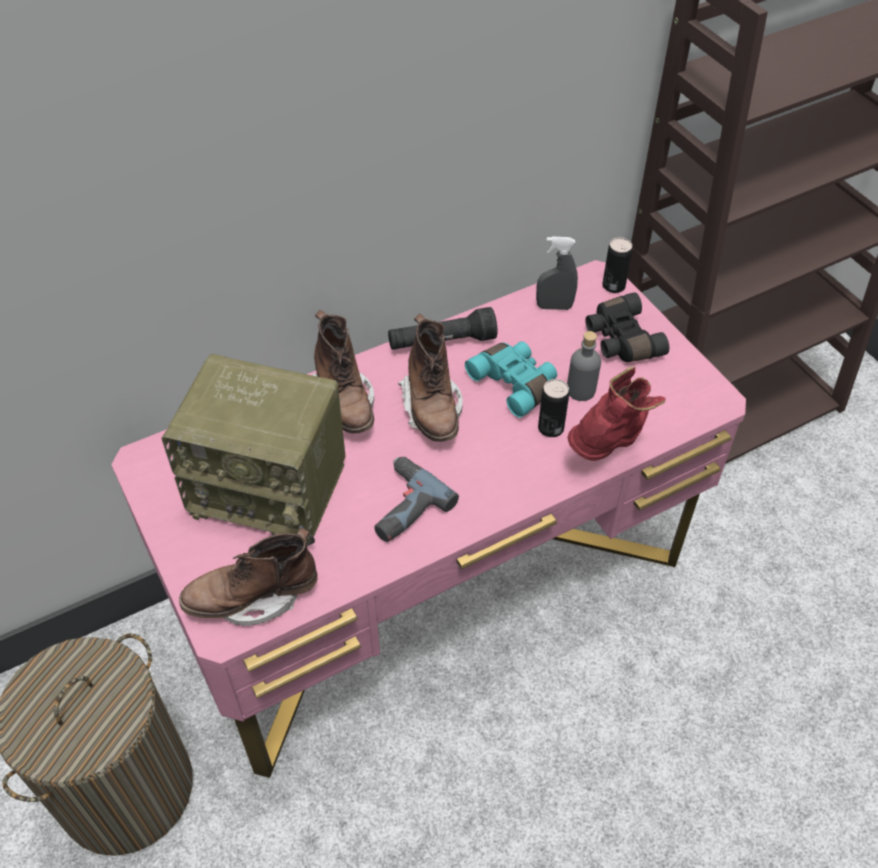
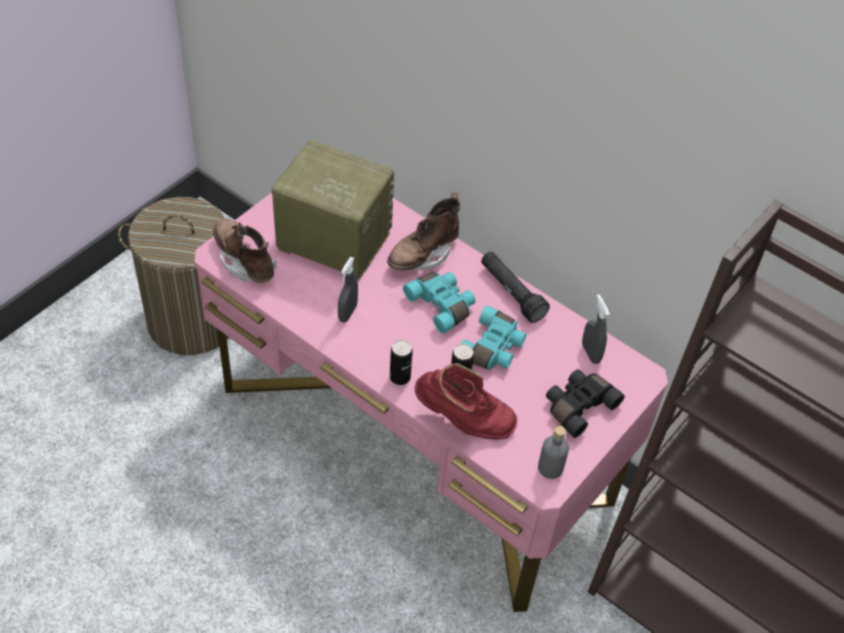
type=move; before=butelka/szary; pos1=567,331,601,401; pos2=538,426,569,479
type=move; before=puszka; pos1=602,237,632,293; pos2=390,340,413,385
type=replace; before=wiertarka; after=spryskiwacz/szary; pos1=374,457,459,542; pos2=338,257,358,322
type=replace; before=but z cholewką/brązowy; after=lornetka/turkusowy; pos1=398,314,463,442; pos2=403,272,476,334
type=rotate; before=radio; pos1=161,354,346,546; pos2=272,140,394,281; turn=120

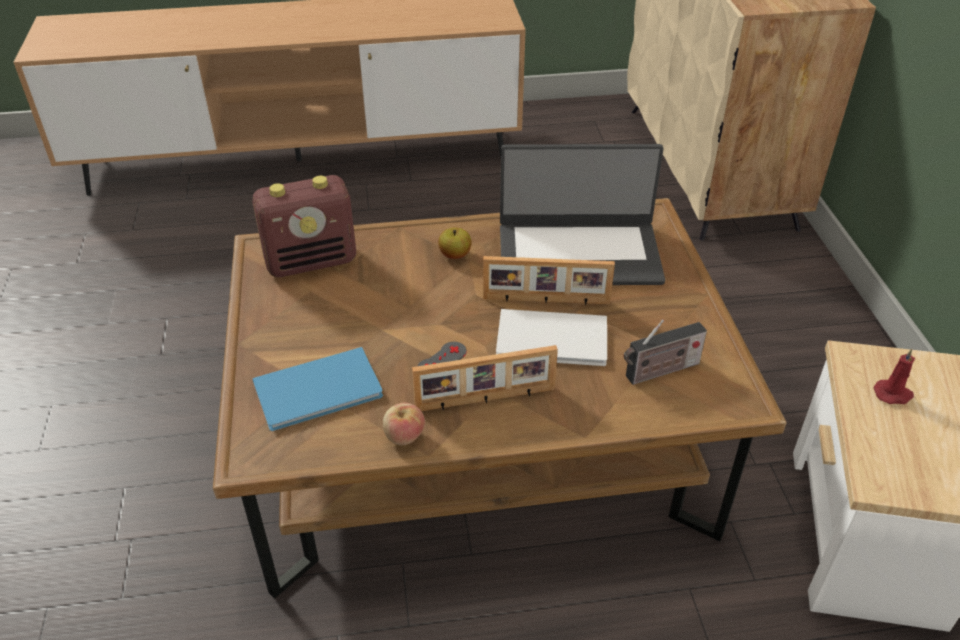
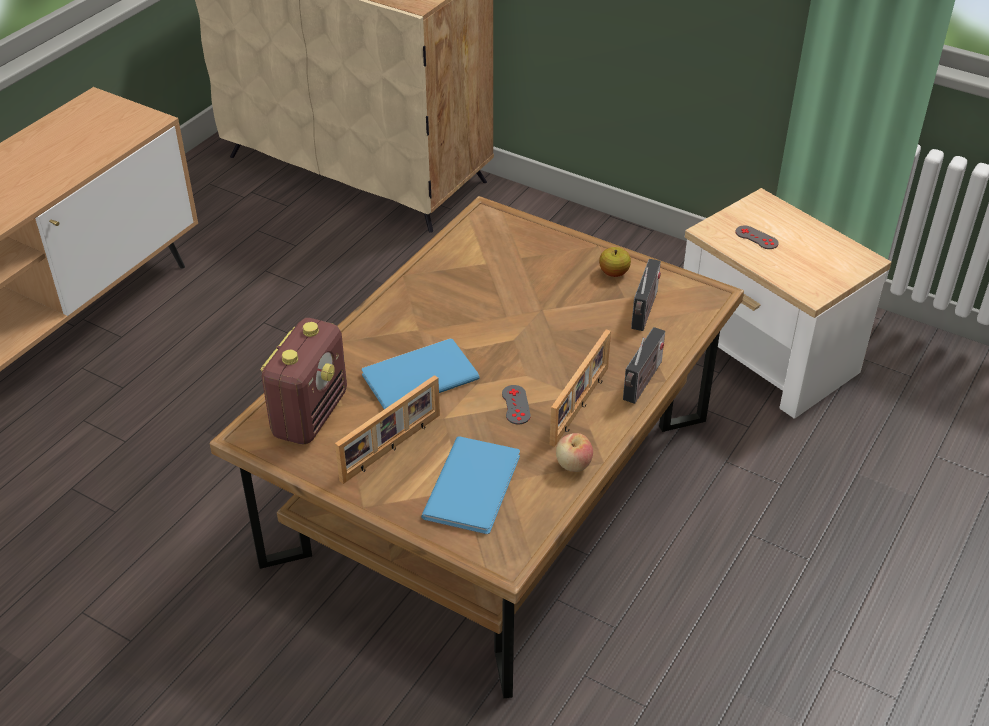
type=delete; before=książka/biały; pos1=496,309,607,366
type=delete; before=laptop; pos1=500,144,665,285
type=insert; after=książka/niebieski; pos2=361,338,480,409
type=insert; after=radio; pos2=623,327,665,404
type=move; before=jabłko; pos1=438,227,472,259; pos2=599,247,631,277
type=move; before=ramka na zdjęcie; pos1=483,256,615,305; pos2=335,375,440,484
type=replace; before=świeca/czerwony; after=pad do gier/szary; pos1=873,349,915,404; pos2=735,225,779,249

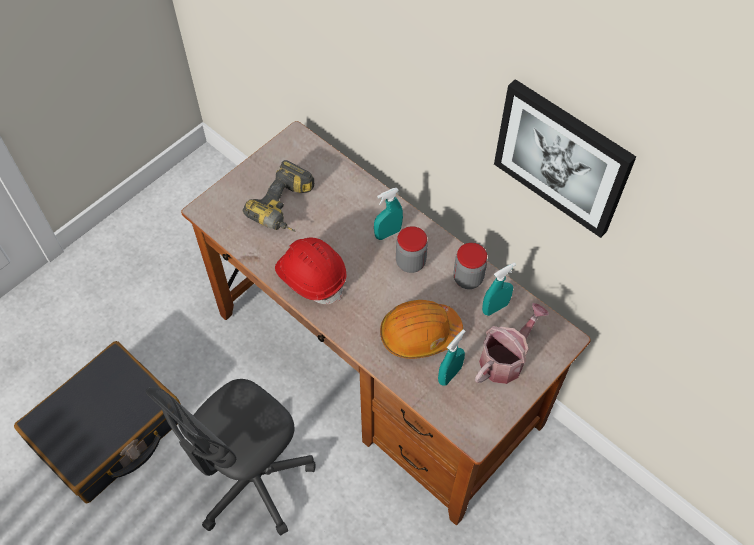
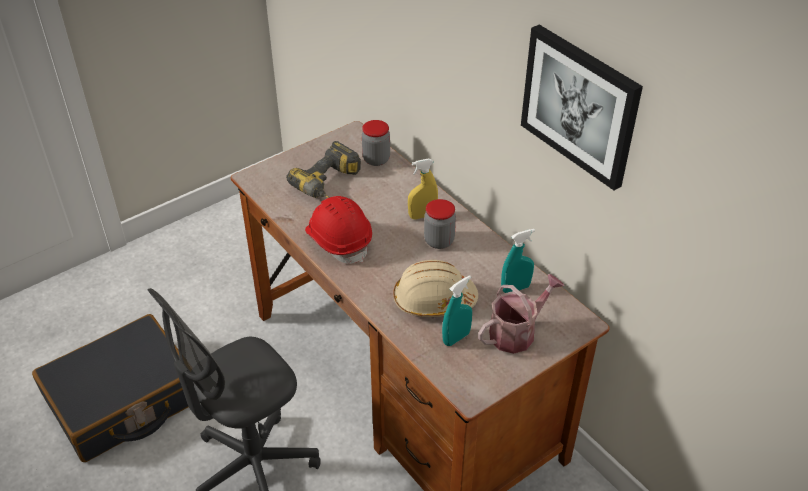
type=move; before=słoik; pos1=453,243,487,289; pos2=362,120,390,166
type=recolor; before=spryskiwacz/turkusowy; after=spryskiwacz/żółty; pos1=374,188,403,240; pos2=408,159,438,220
type=recolor; before=kask/pomarańczowy; after=kask/beżowy; pos1=380,300,463,359; pos2=393,260,478,317

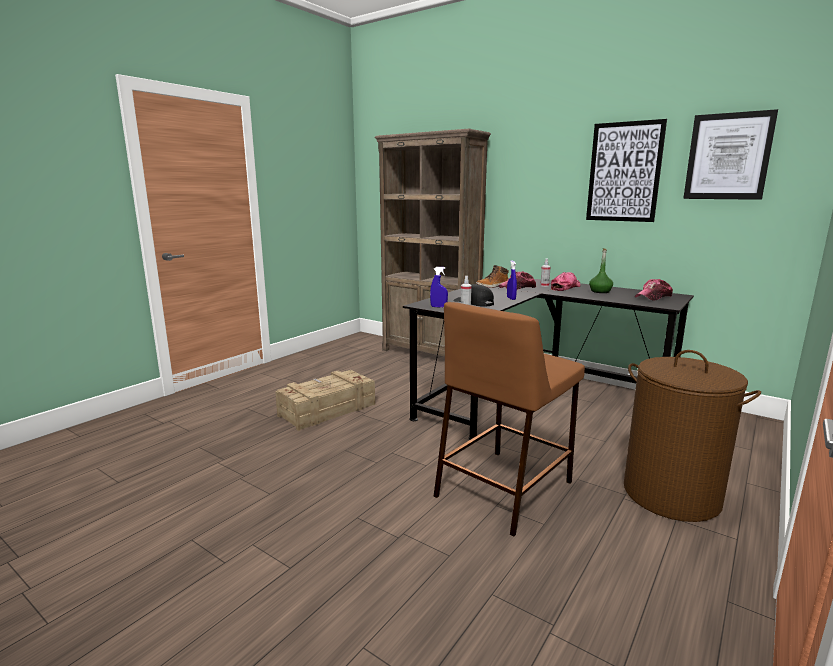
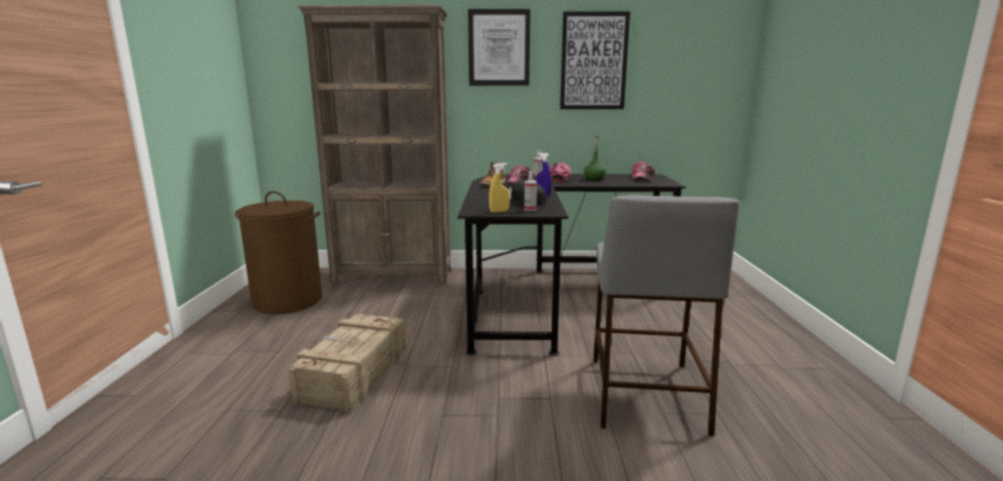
type=move; before=kosz na pranie/brązowy; pos1=624,350,761,522; pos2=235,191,322,314
type=move; before=obraz; pos1=683,109,778,200; pos2=468,9,530,86
type=recolor; before=spryskiwacz/niebieski; after=spryskiwacz/żółty; pos1=430,267,448,308; pos2=489,163,510,213
type=recolor; before=stołek/brązowy; after=stołek/szary; pos1=434,302,585,537; pos2=593,195,739,436

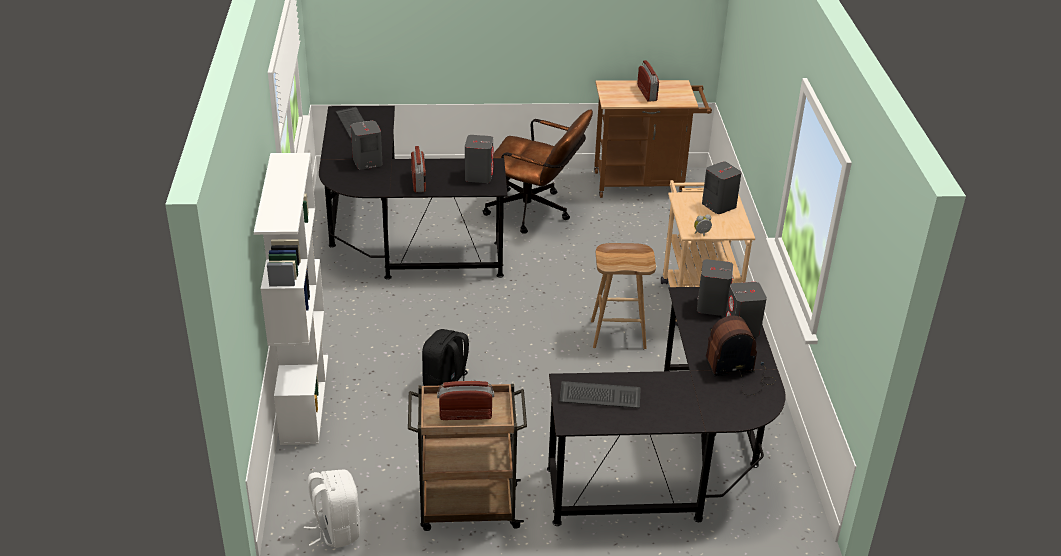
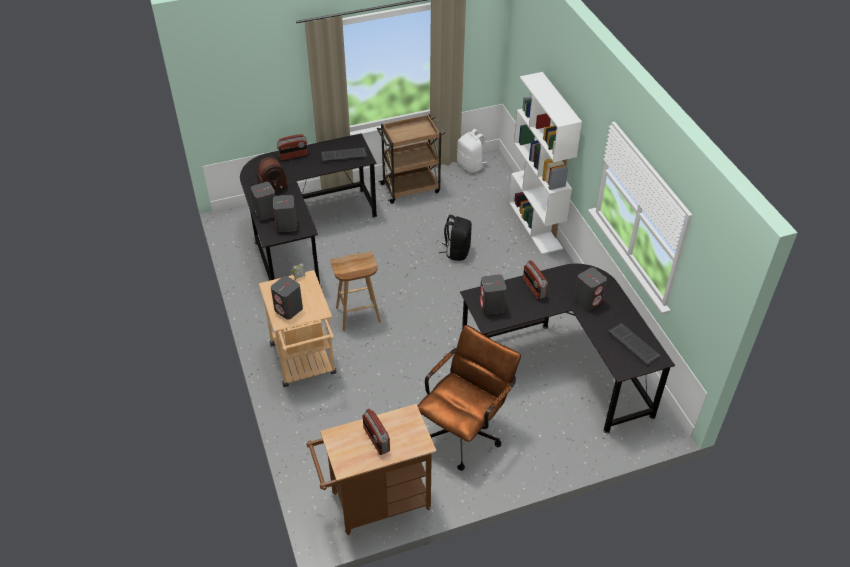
type=move; before=radio; pos1=437,381,494,420; pos2=277,134,308,160
type=rotate; before=krzesło biurowe/brązowy; pos1=482,109,593,234; pos2=418,325,521,471; turn=120

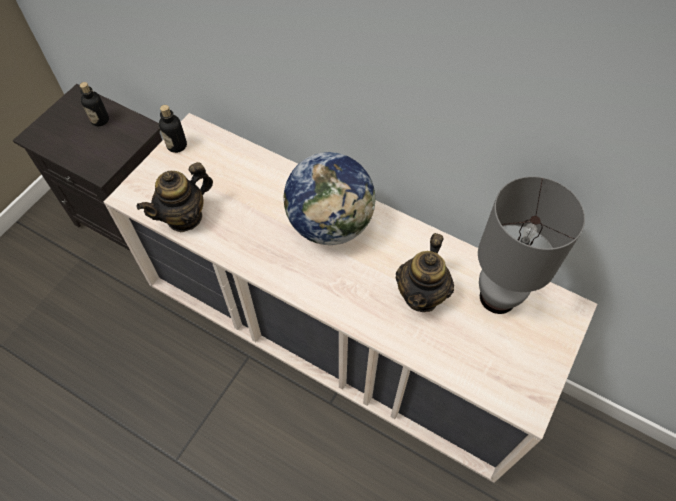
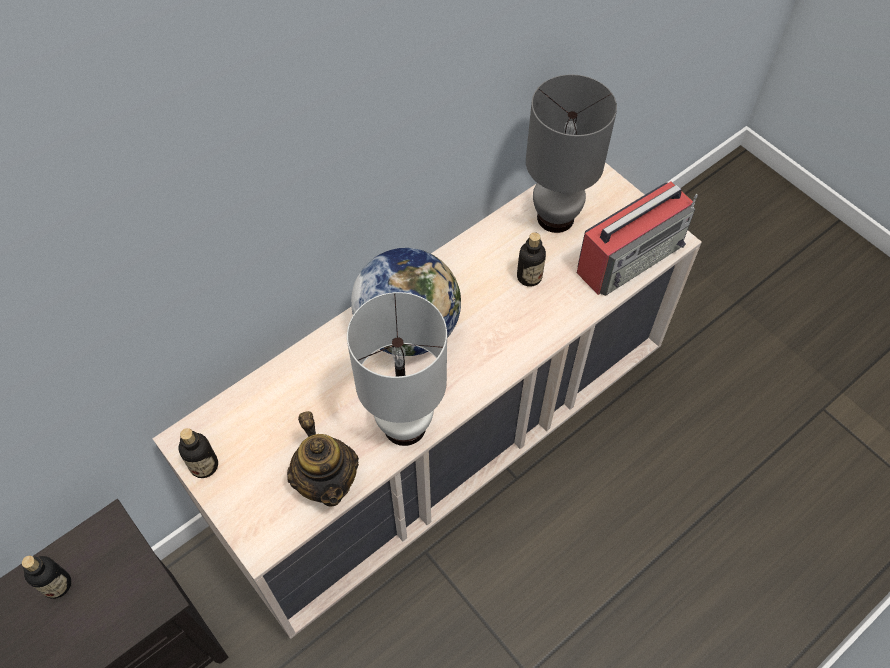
type=insert; after=lampa stołowa/biały; pos2=347,292,447,446
type=insert; after=radio; pos2=577,182,698,296
type=replace; before=imbryk; after=butelka; pos1=396,233,454,312; pos2=517,232,546,287

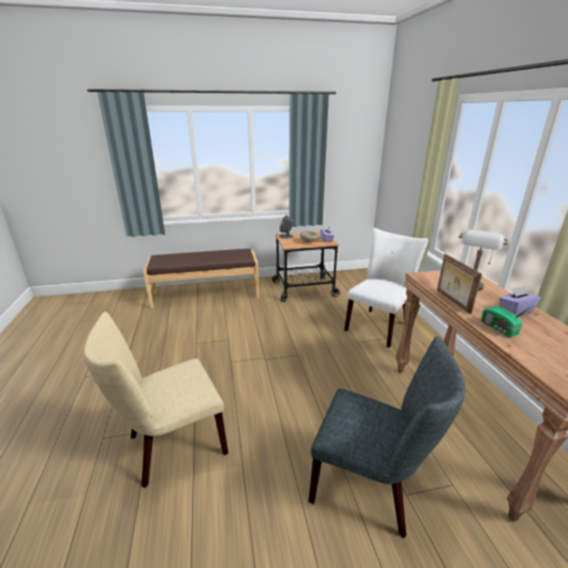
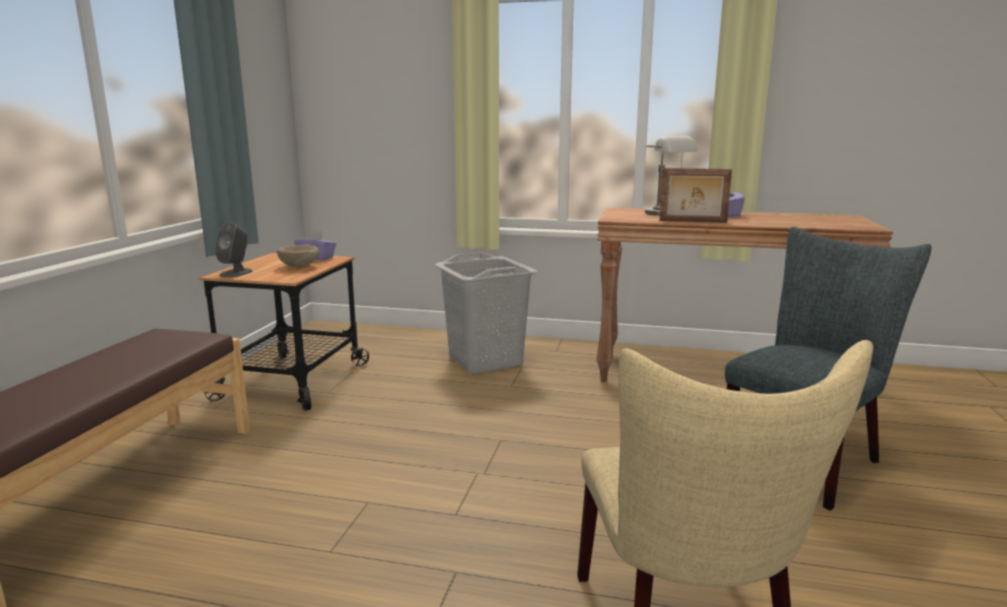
type=delete; before=radio; pos1=481,306,532,337
type=replace; before=krzesło/biały; after=kosz na pranie/szary; pos1=344,228,428,348; pos2=435,253,537,374

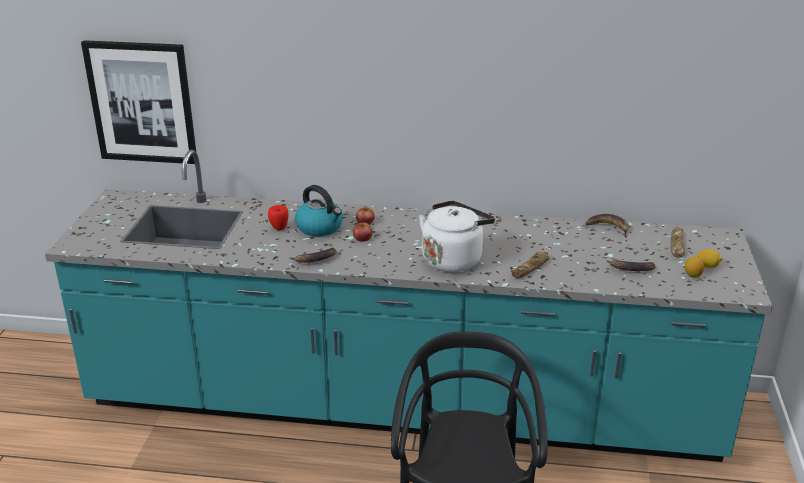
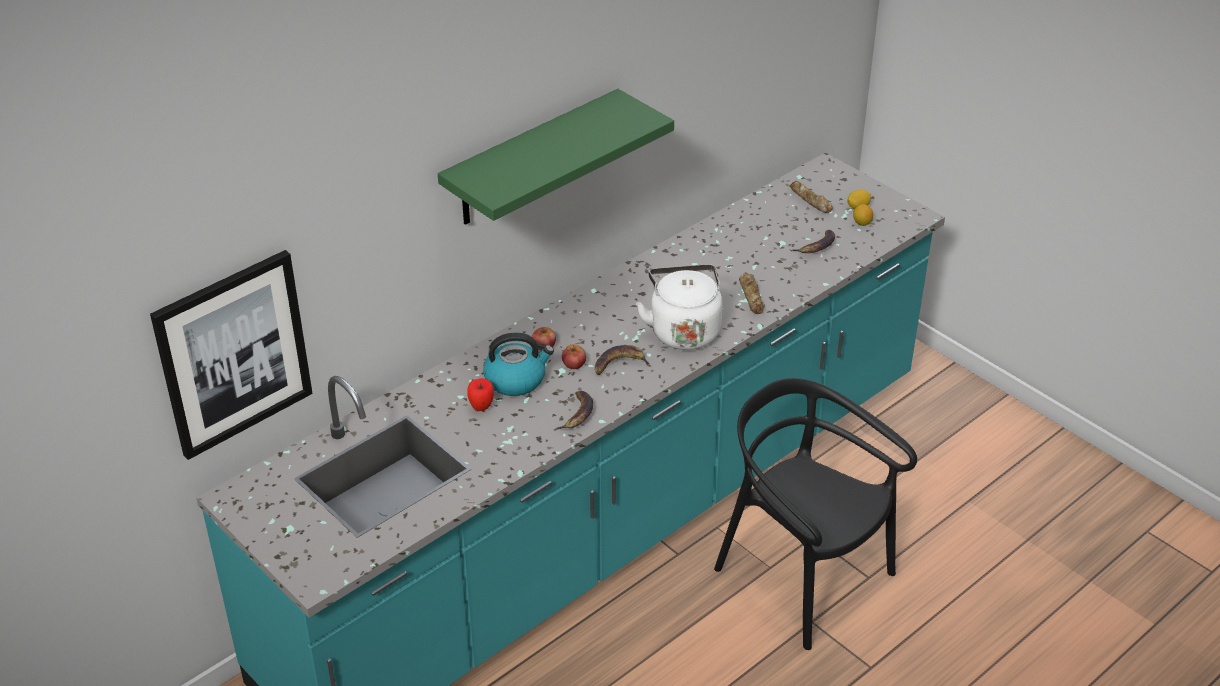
type=insert; after=półka/zielony; pos2=438,89,674,225
type=move; before=banan; pos1=585,214,629,238; pos2=595,345,651,375

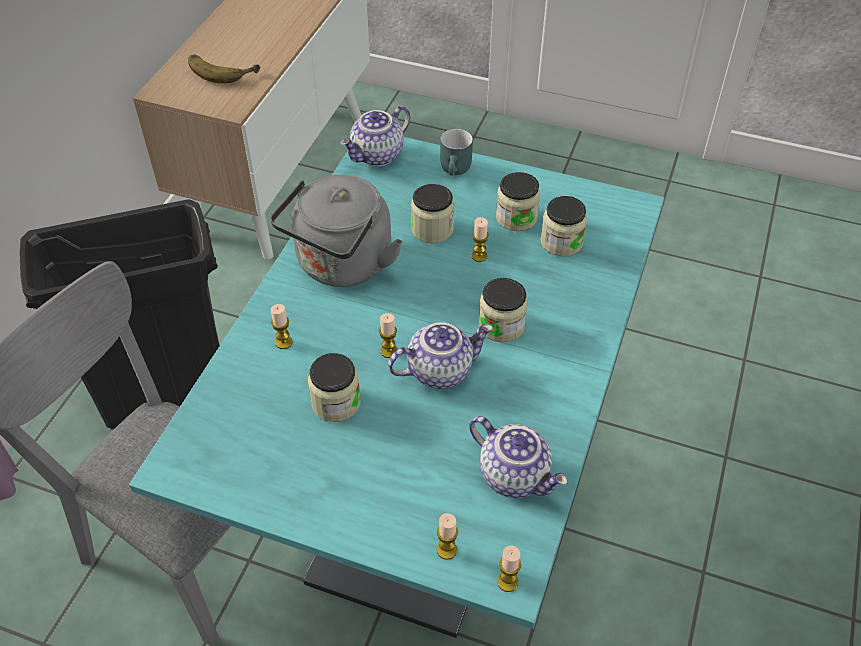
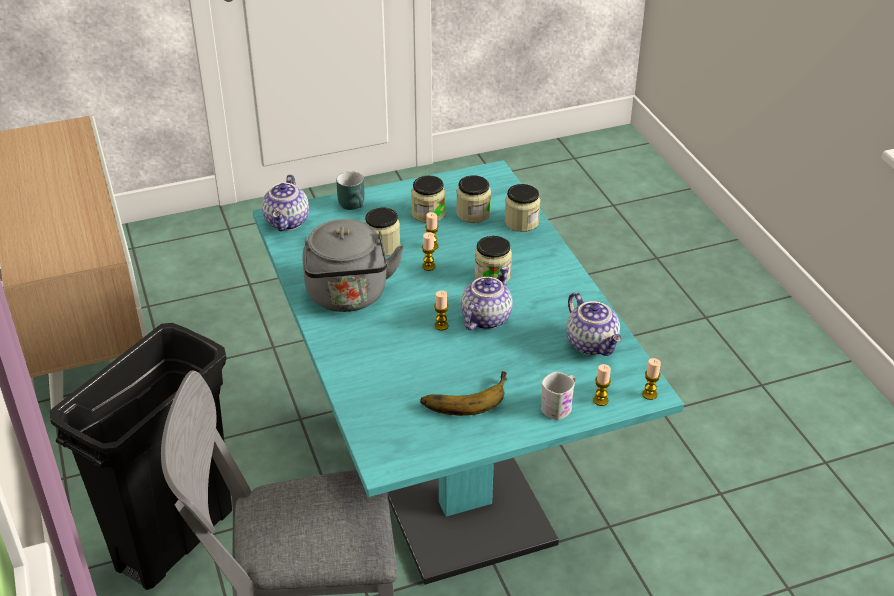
type=insert; after=kubek/biały; pos2=541,372,576,420
type=move; before=banan; pos1=188,54,260,83; pos2=420,371,507,416
type=move; before=świeca; pos1=271,304,293,349; pos2=422,232,435,271
type=move; before=słoik; pos1=308,353,361,422; pos2=505,184,540,232
type=rotate; before=imbryk; pos1=469,416,568,498; pos2=566,292,621,356; turn=60

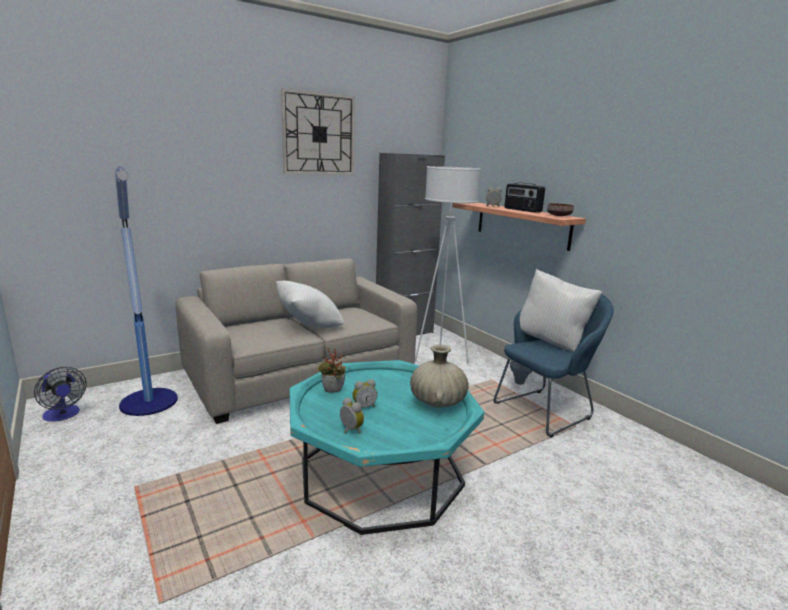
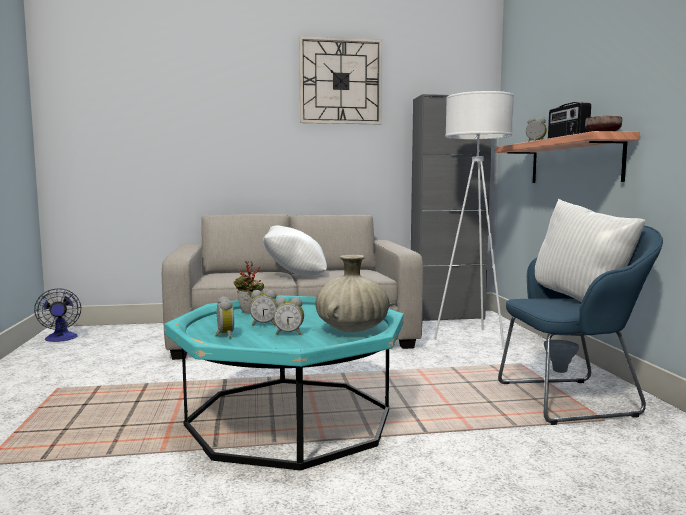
type=delete; before=lampa stojąca; pos1=115,167,178,416
type=insert; after=budzik; pos2=273,297,304,335

